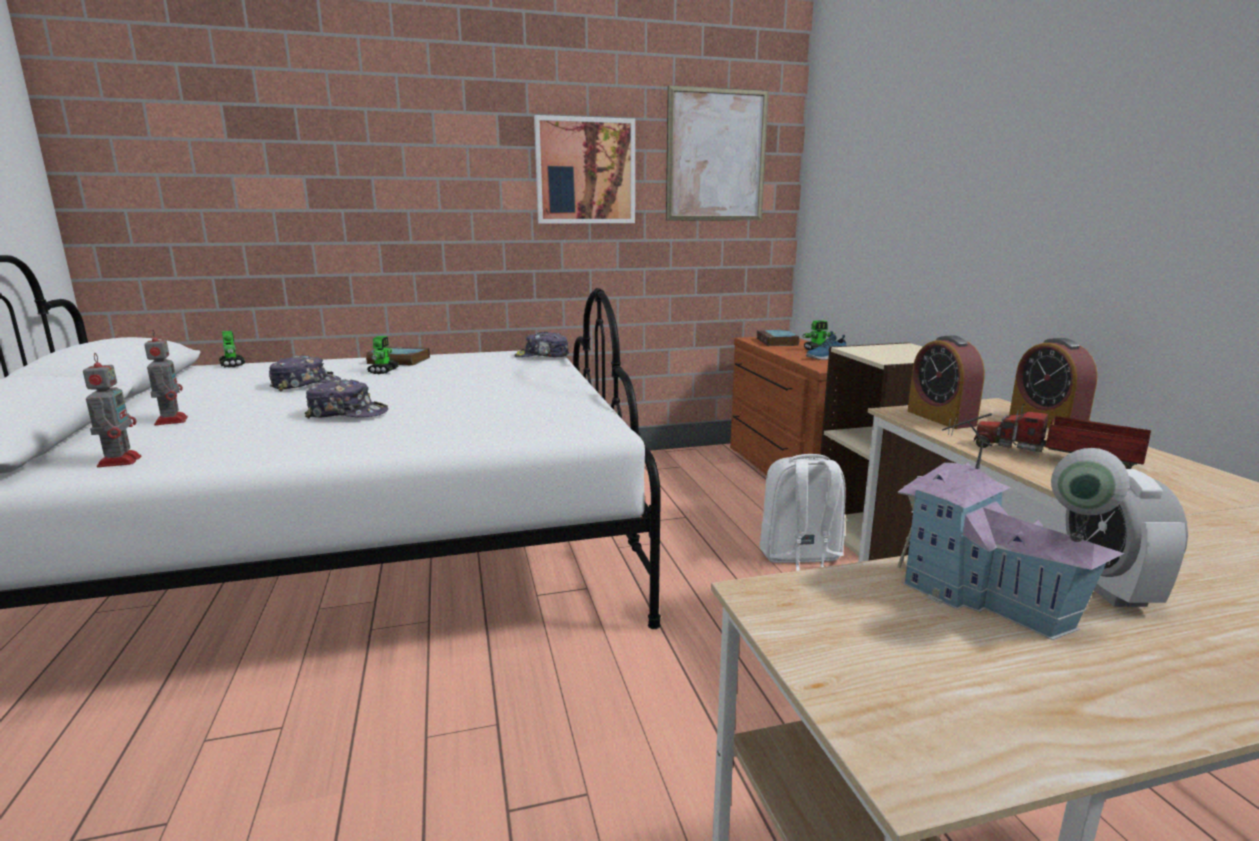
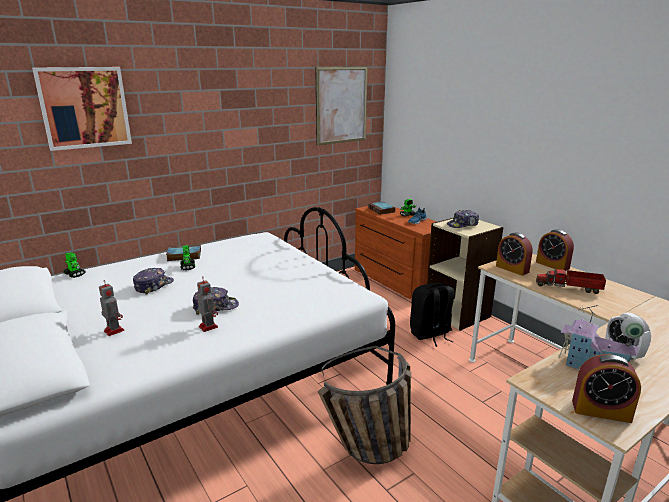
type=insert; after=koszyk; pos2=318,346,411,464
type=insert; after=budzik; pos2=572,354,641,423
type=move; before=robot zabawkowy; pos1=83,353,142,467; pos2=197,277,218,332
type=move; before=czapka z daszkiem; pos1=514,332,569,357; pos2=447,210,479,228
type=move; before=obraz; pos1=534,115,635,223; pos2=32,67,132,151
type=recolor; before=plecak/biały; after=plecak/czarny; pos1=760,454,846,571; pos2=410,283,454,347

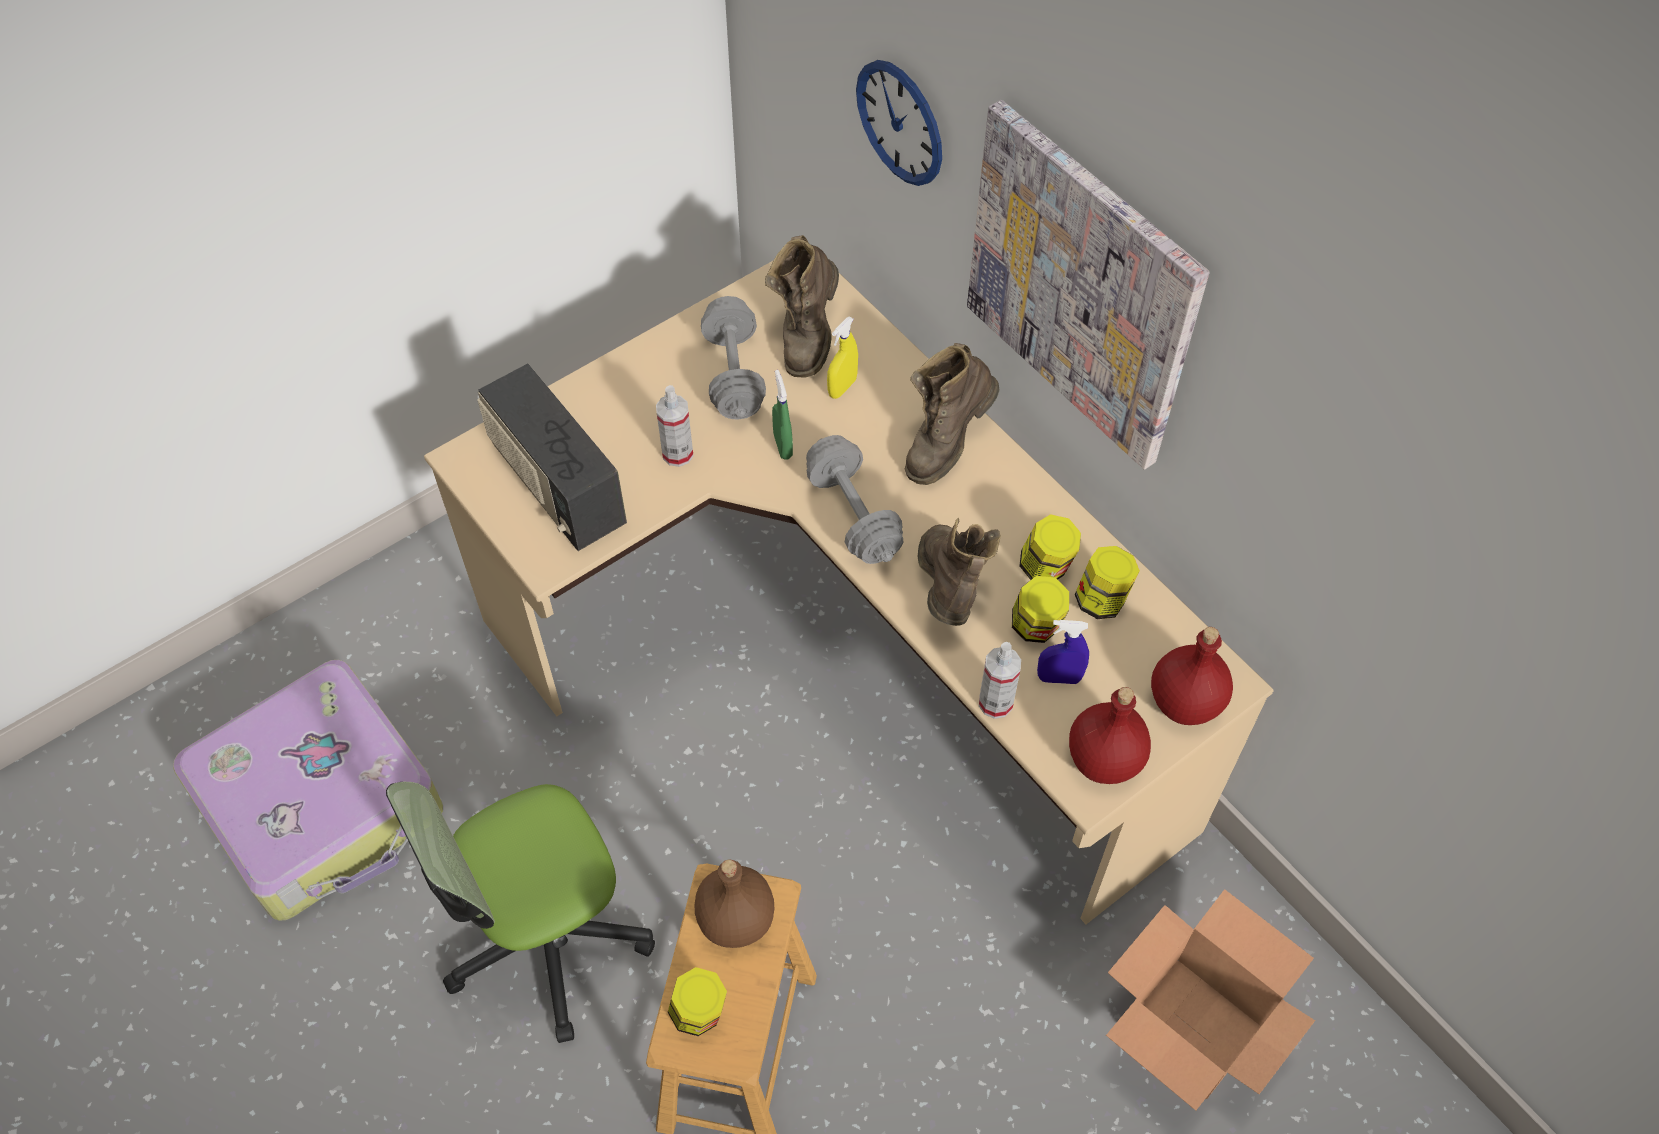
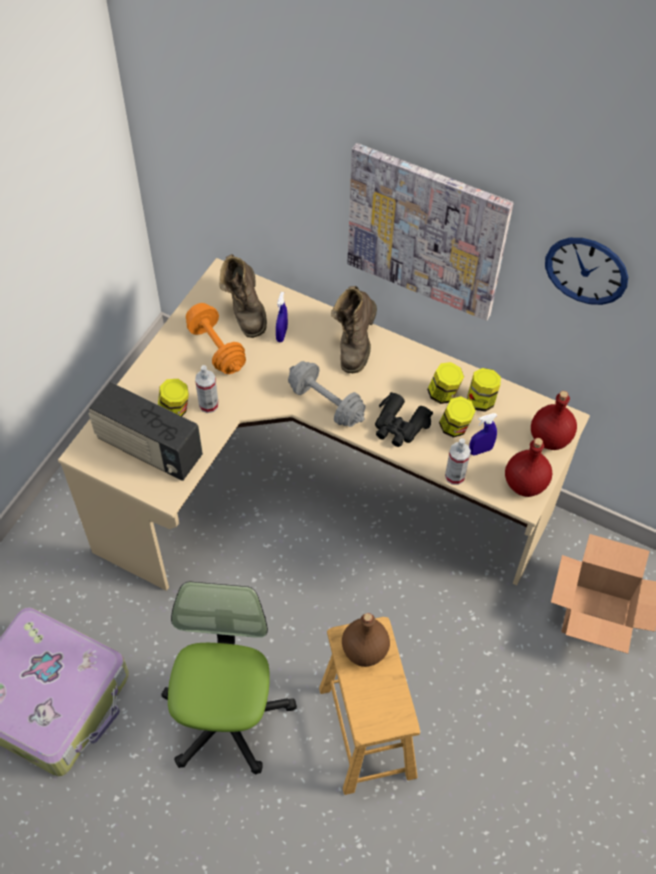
type=delete; before=spryskiwacz/zielony; pos1=772,370,793,460
type=move; before=słoik; pos1=668,967,727,1036; pos2=158,379,189,416
type=move; before=zegar ścienny; pos1=856,60,942,186; pos2=545,238,628,305
type=replace; before=but z cholewką/brązowy; after=lornetka/czarny; pos1=918,518,1001,626; pos2=375,392,433,447
type=recolor; before=hantel/szary; after=hantel/pomarańczowy; pos1=701,296,766,420; pos2=186,303,246,374
type=recolor; before=spryskiwacz/żółty; after=spryskiwacz/niebieski; pos1=827,317,858,399; pos2=276,292,288,342
type=rotate; before=krzesło biurowe; pos1=386,782,655,1043; pos2=161,582,297,774; turn=150

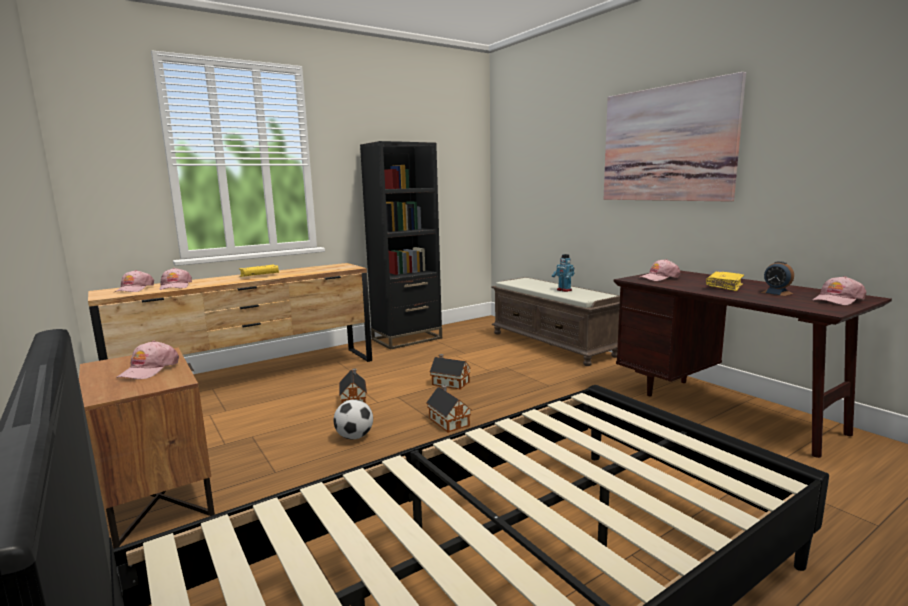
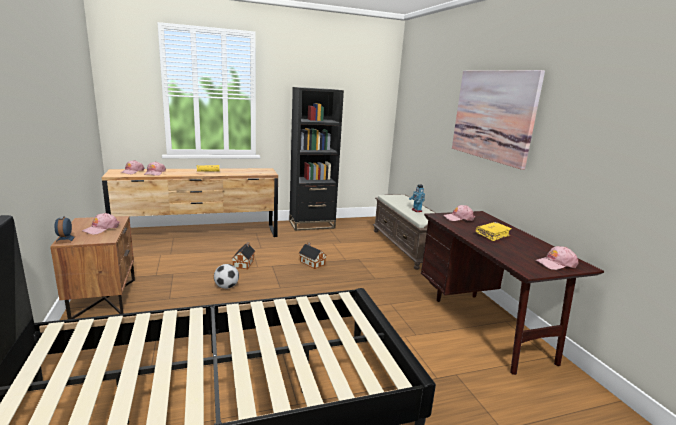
type=delete; before=domek; pos1=426,385,471,433
type=move; before=budzik; pos1=761,261,794,296; pos2=55,216,75,244

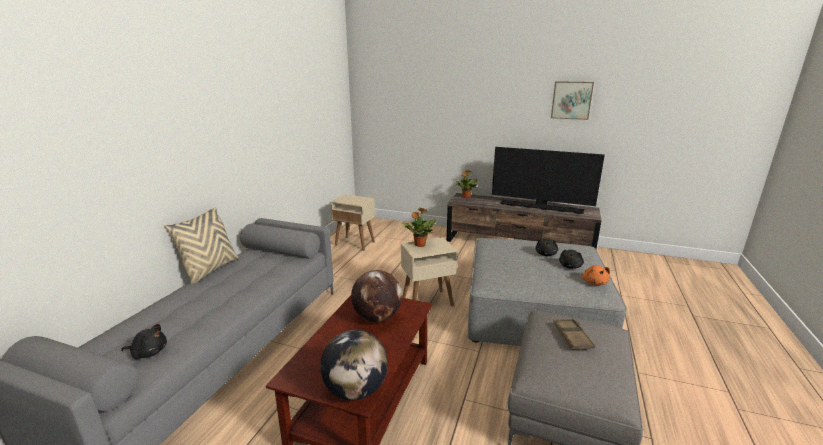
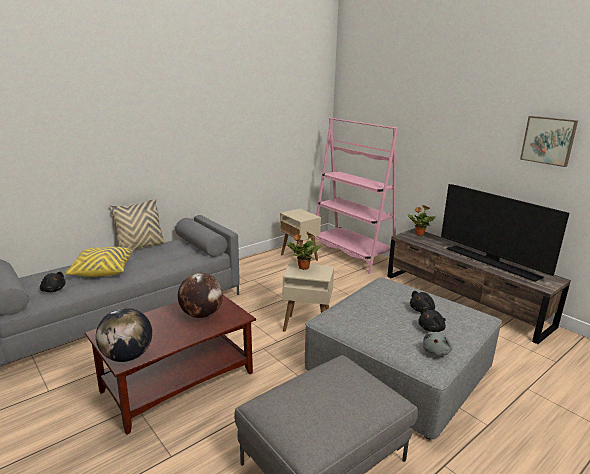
type=delete; before=taca/brązowy; pos1=553,318,595,350
type=insert; after=poduszka/żółty; pos2=64,247,135,277
type=insert; after=regał/różowy; pos2=315,117,398,274
type=recolor; before=pluszak/pomarańczowy; after=pluszak/szary; pos1=582,265,610,286; pos2=423,332,452,356

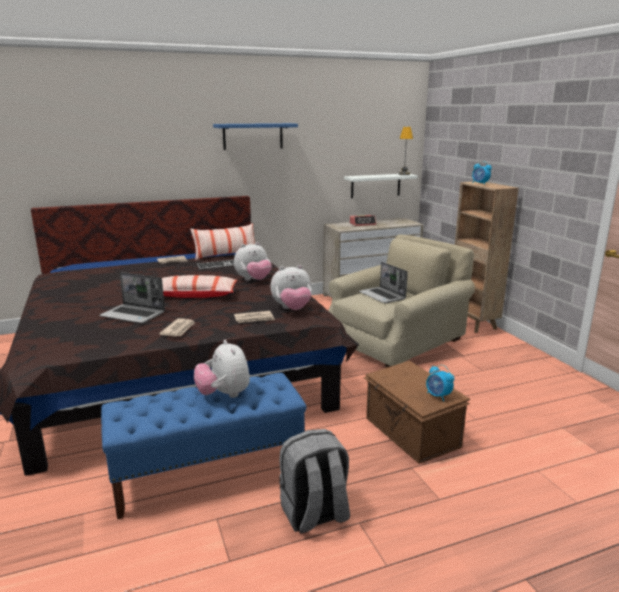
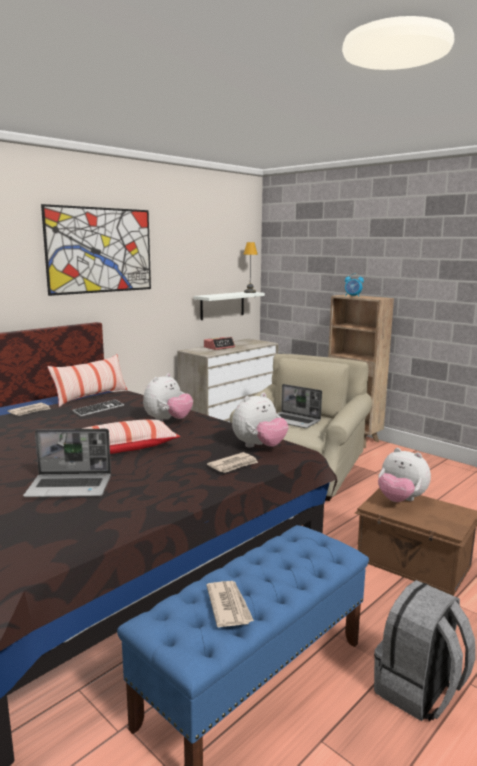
type=delete; before=budzik; pos1=426,365,455,402
type=move; before=gazeta; pos1=159,318,195,337; pos2=206,581,254,627
type=move; before=pluszak; pos1=194,340,250,398; pos2=378,448,431,502
type=replace; before=półka/niebieski; after=obraz; pos1=213,123,298,150; pos2=41,204,151,296

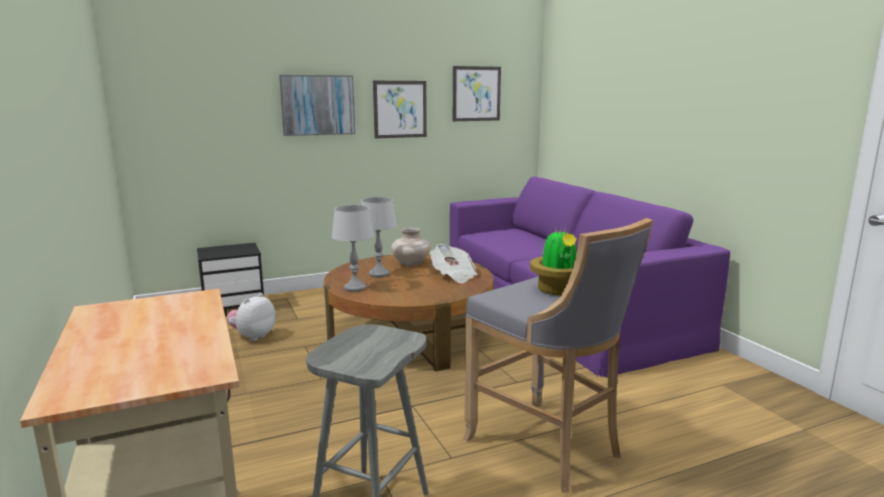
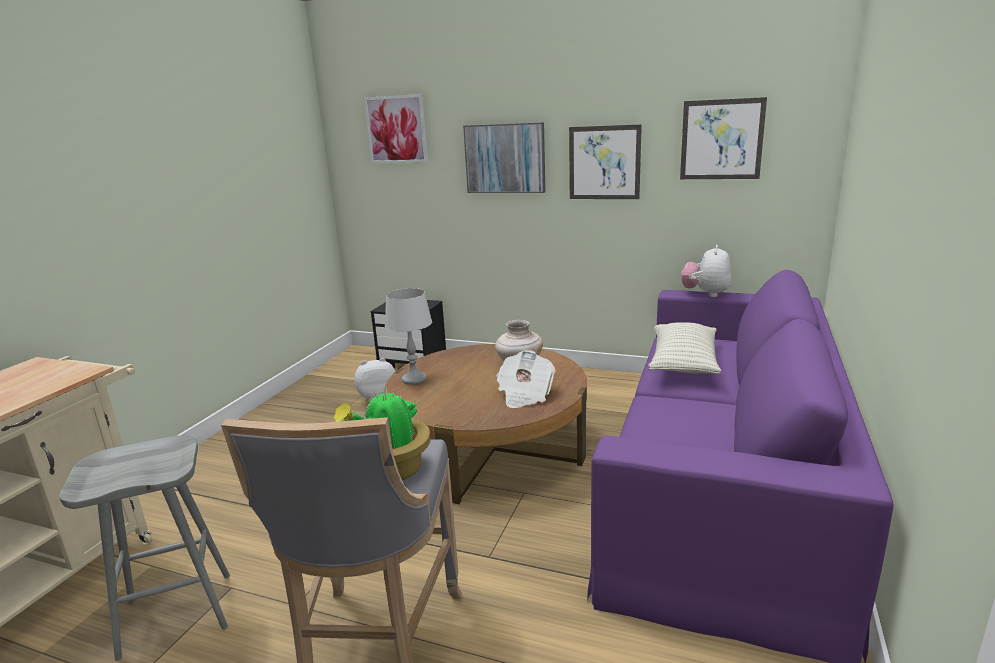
type=delete; before=lampa stołowa/szary; pos1=361,197,398,277
type=insert; after=obraz; pos2=364,94,428,163
type=insert; after=poduszka; pos2=648,322,721,374
type=insert; after=pluszak; pos2=681,245,731,297

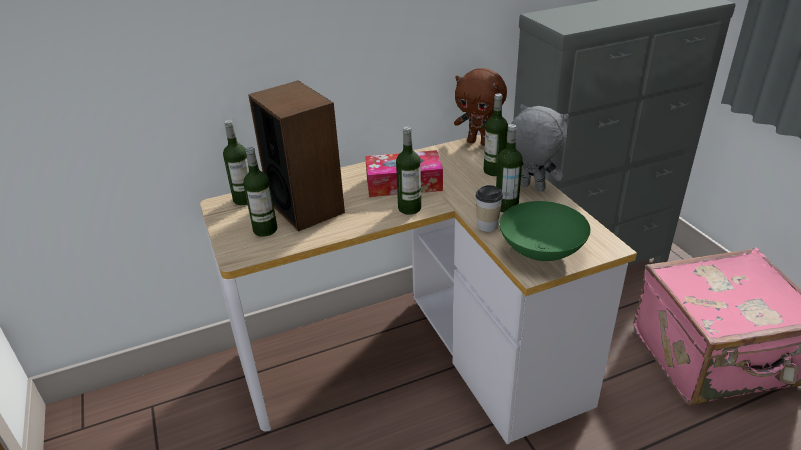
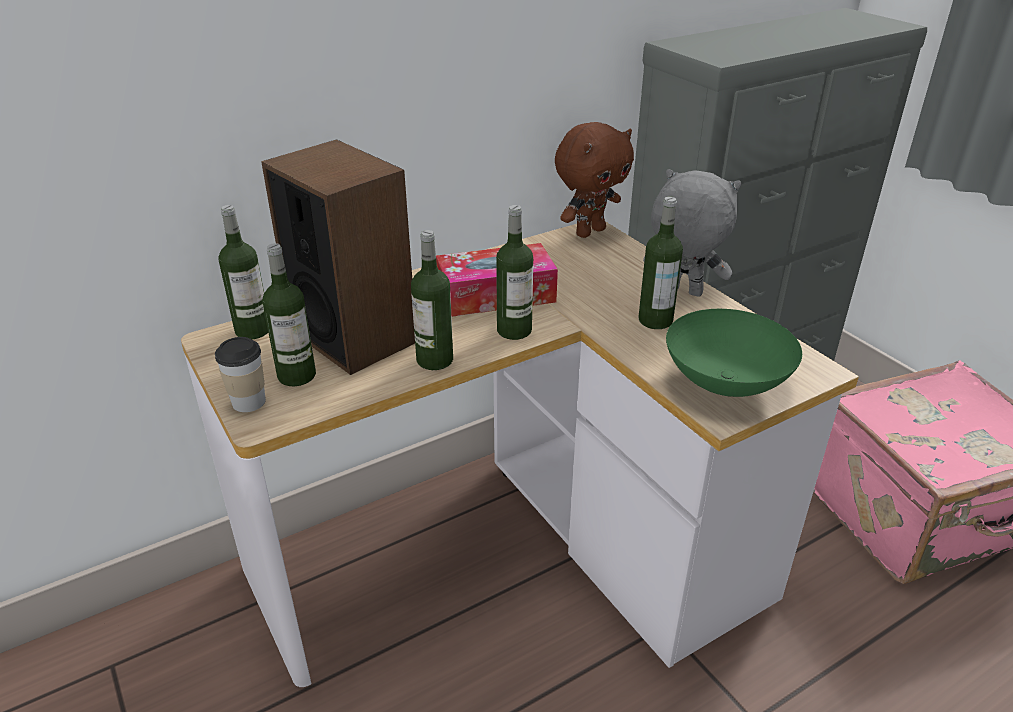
type=move; before=filiżanka; pos1=476,185,503,232; pos2=215,337,266,412
type=move; before=butelka; pos1=484,93,508,176; pos2=411,230,453,370
type=rotate; before=pluszak/brązowy; pos1=454,68,507,146; pos2=555,122,634,238; turn=-60

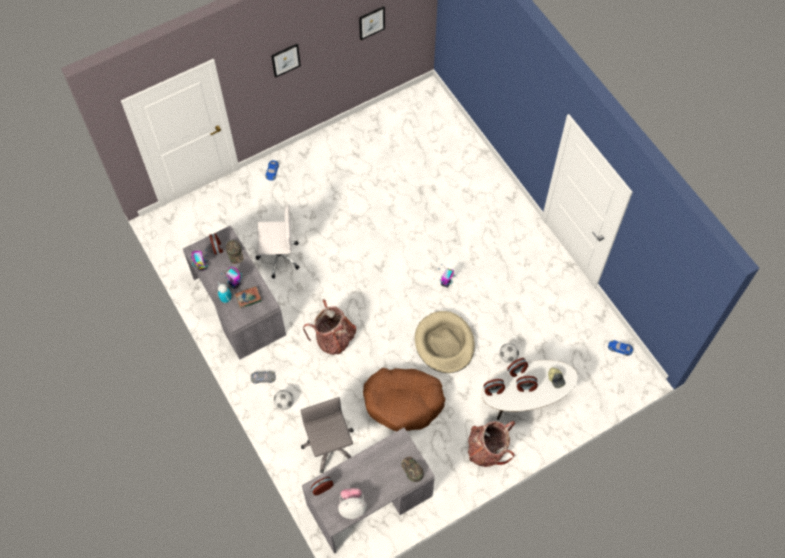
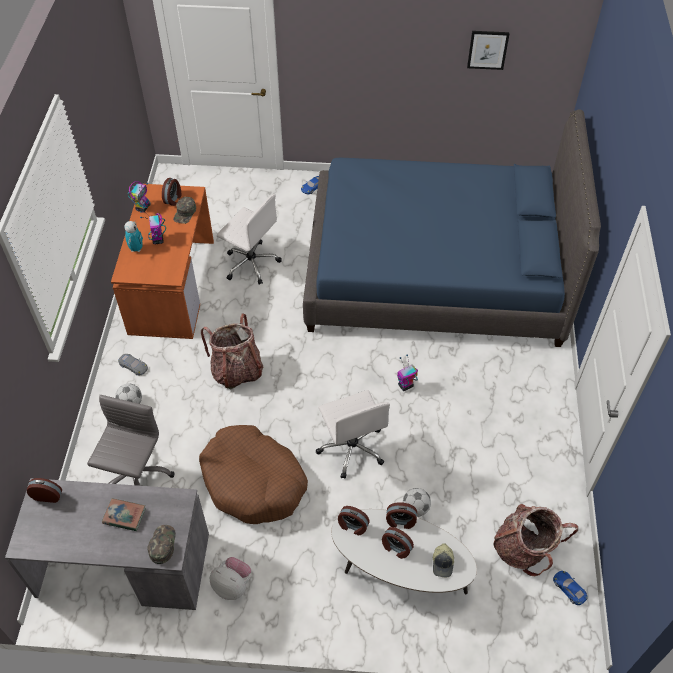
type=delete; before=obraz; pos1=271,44,301,78
type=insert; after=łóżko/niebieski; pos2=303,109,601,347
type=move; before=książka; pos1=235,286,262,309; pos2=102,498,146,531
type=move; before=pluszak; pos1=338,488,367,519; pos2=210,557,251,600
type=move; before=plecak; pos1=468,421,515,467; pos2=494,504,578,576
type=replace; before=legowisko/beżowy; after=krzesło biurowe/biały; pos1=415,311,475,373; pos2=316,390,390,479
type=recolor; before=biurko/szary; after=biurko/pomarańczowy; pos1=183,225,286,360; pos2=111,184,214,339

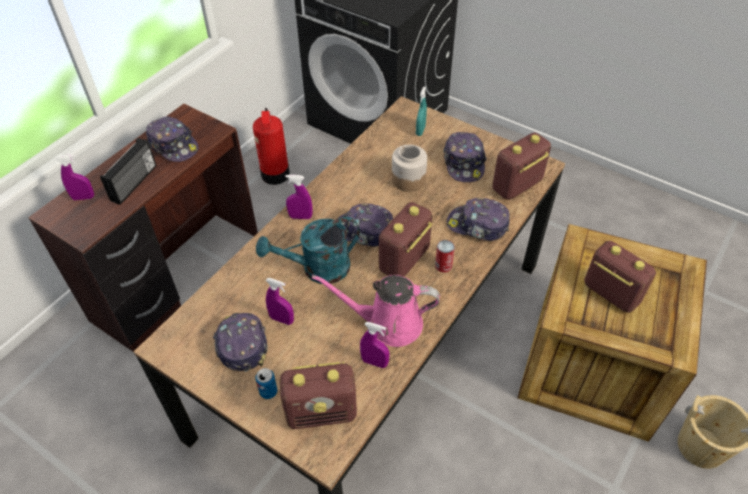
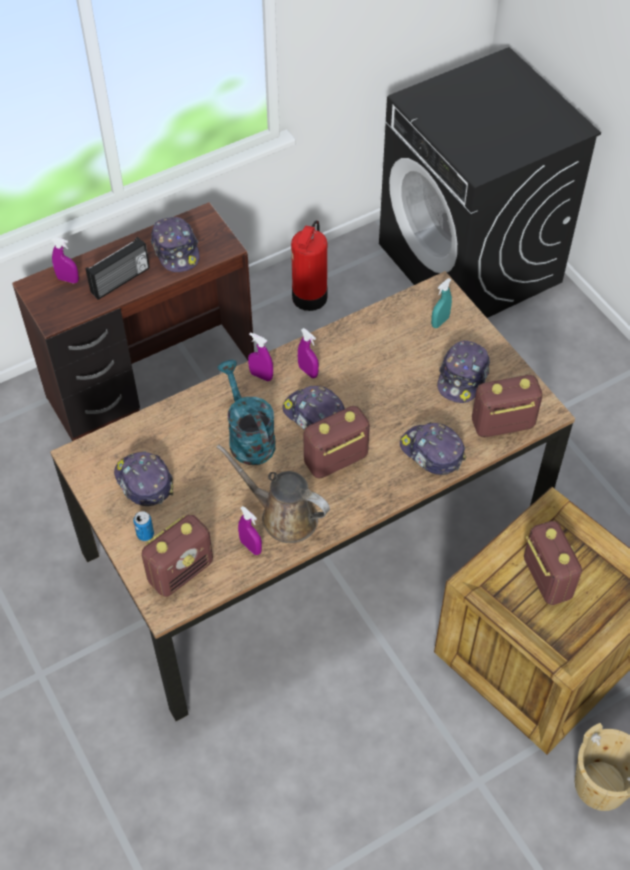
type=delete; before=słoik; pos1=392,145,427,192
type=delete; before=puszka; pos1=435,240,455,273
type=move; before=spryskiwacz/fioletowy; pos1=266,278,294,325; pos2=298,328,319,378
type=recolor; before=konewka/różowy; after=konewka/brązowy; pos1=312,275,440,347; pos2=217,444,330,543
type=rotate; before=czapka z daszkiem; pos1=213,313,267,372; pos2=114,451,174,506; turn=-45
type=rotate; before=konewka/turkusowy; pos1=256,217,360,284; pos2=218,359,276,465; turn=60
type=rotate; before=radio; pos1=280,362,357,429; pos2=141,515,213,597; turn=-60

